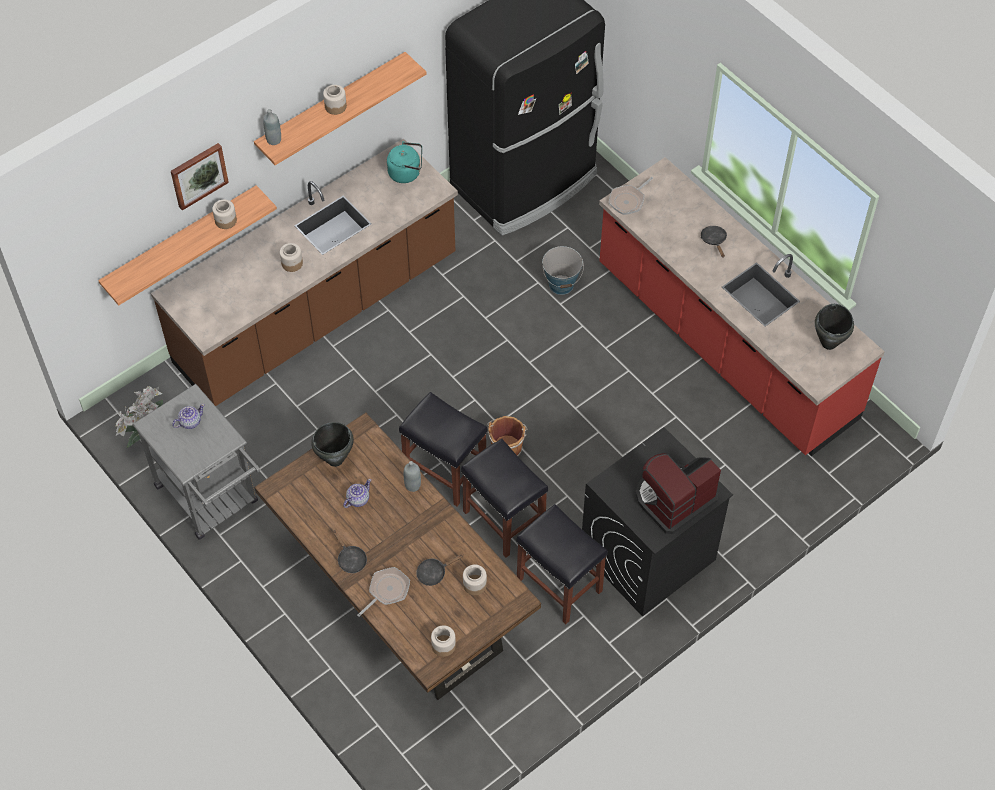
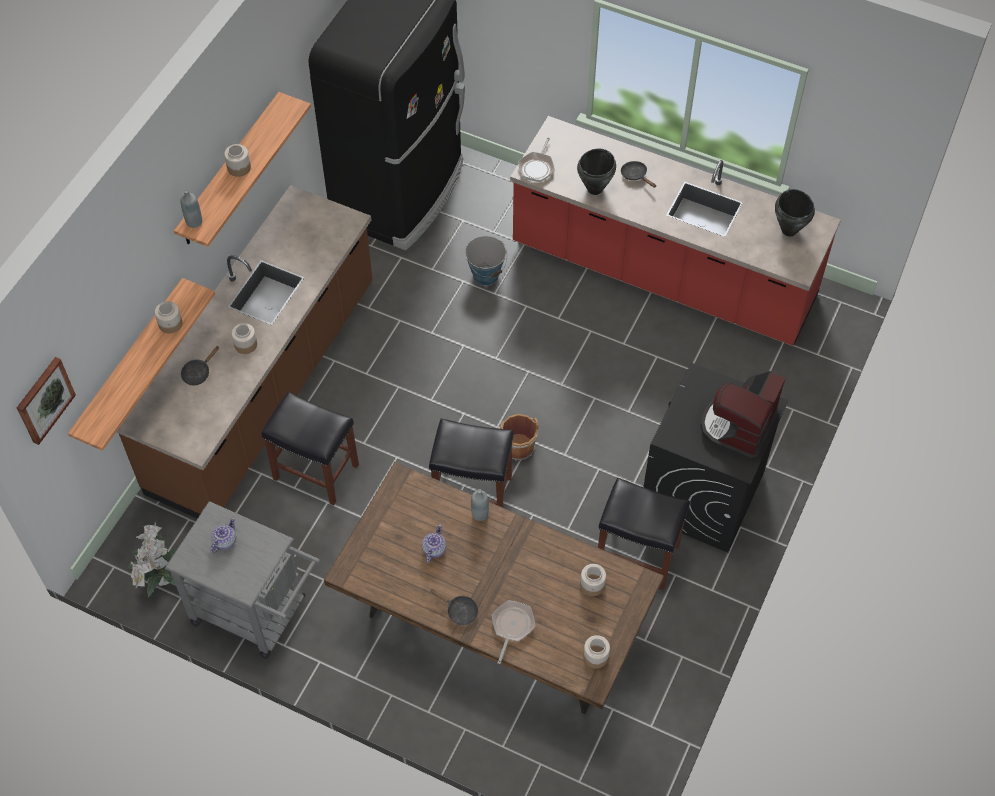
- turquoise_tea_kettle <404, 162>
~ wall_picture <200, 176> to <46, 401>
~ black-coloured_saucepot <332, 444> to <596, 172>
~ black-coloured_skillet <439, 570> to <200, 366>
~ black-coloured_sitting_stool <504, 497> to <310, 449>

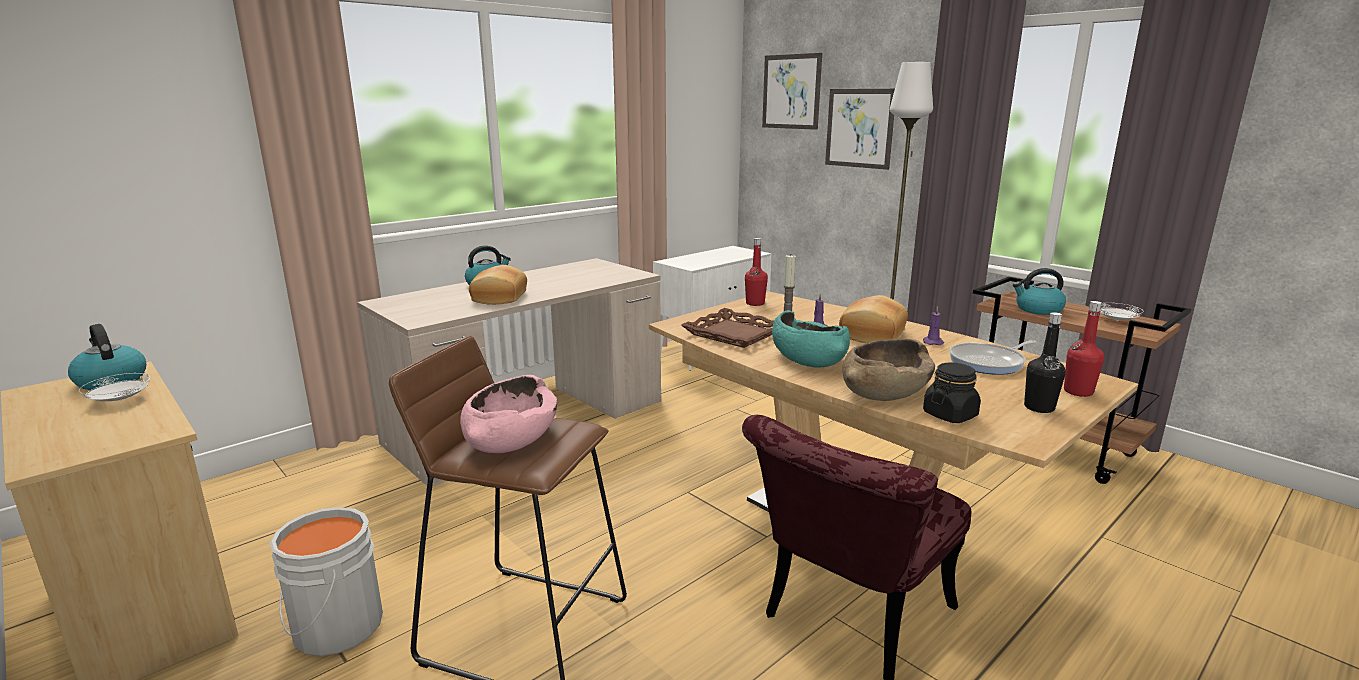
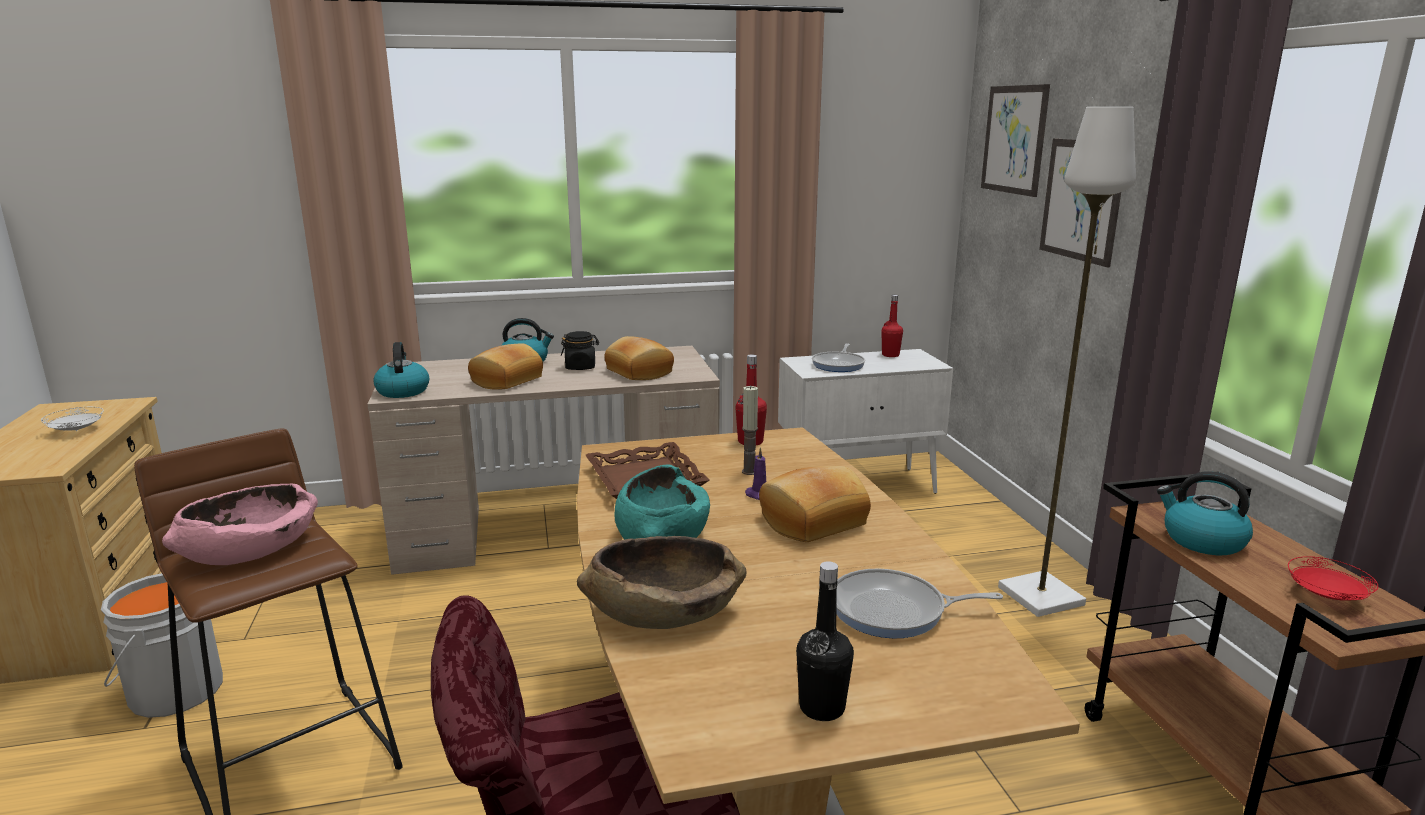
- purple_wax_candle <933, 325>
+ baked_bread <639, 358>
+ skillet <838, 357>
~ tea_kettle <107, 357> to <401, 370>
~ black-coloured_preserve_jar <952, 392> to <580, 350>
~ reddish_beverage_bottle <1084, 349> to <892, 326>
~ white_flat_dish <1122, 312> to reddish_flat_dish <1333, 578>

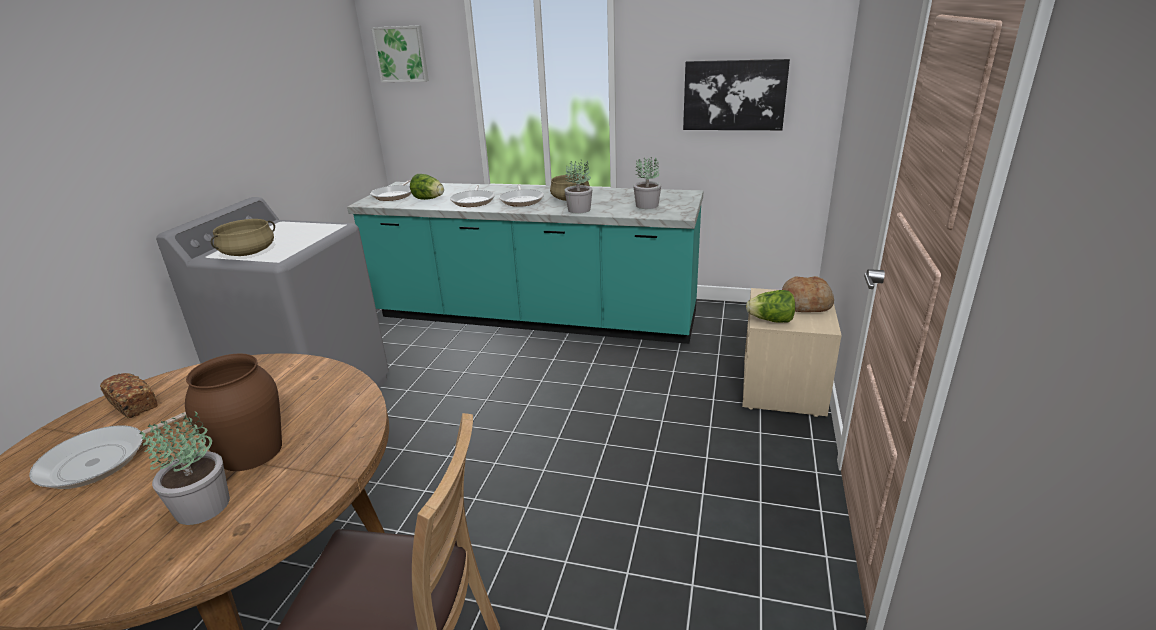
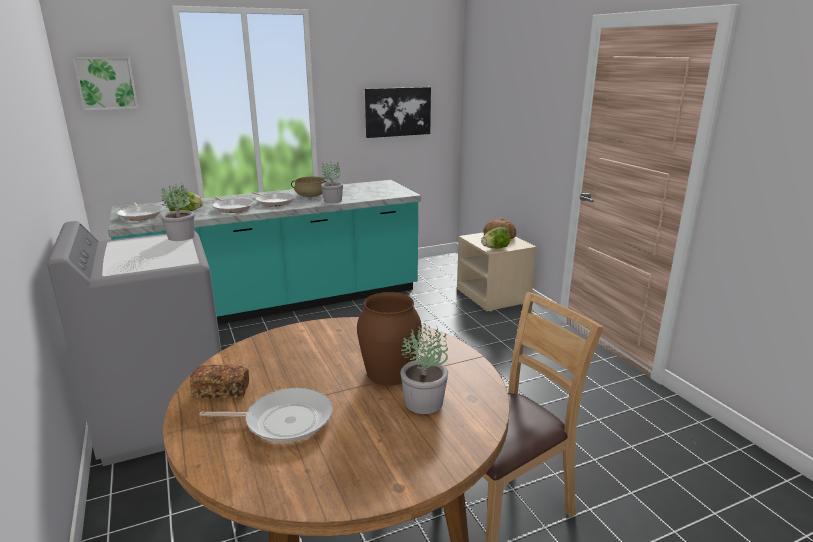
- sand-coloured_saucepot <243, 237>
~ plant_in_a_pot <647, 183> to <178, 212>
~ skillet <108, 450> = <266, 415> 90 degrees counterclockwise

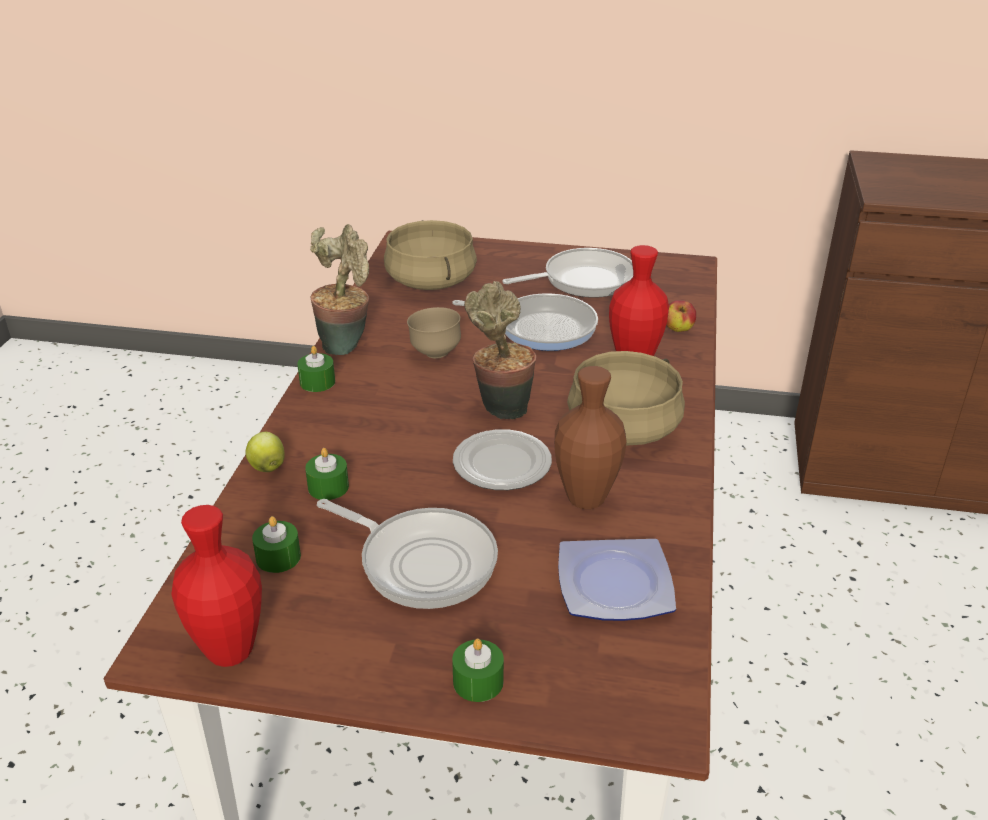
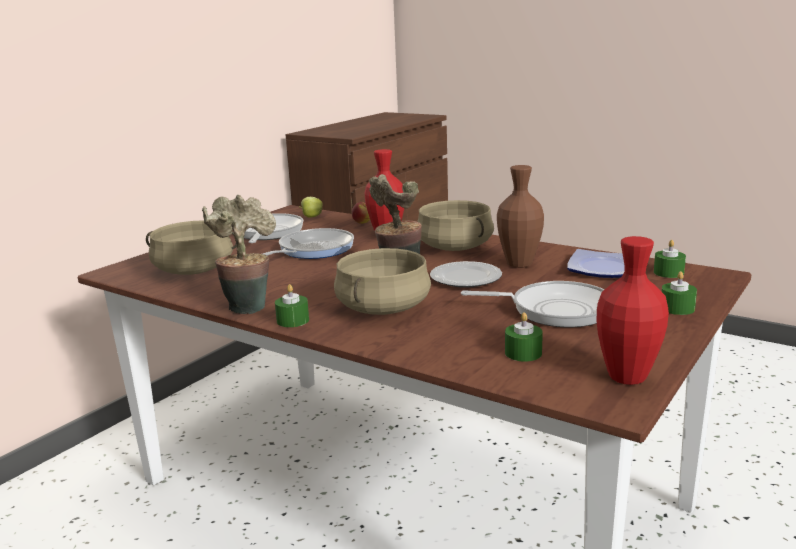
- brownish_bowl <434, 333>
+ sand-coloured_saucepot <382, 281>
~ apple <265, 452> to <311, 207>
~ green-coloured_wax_candle <327, 474> to <670, 259>
~ skillet <407, 554> = <533, 304> 45 degrees clockwise

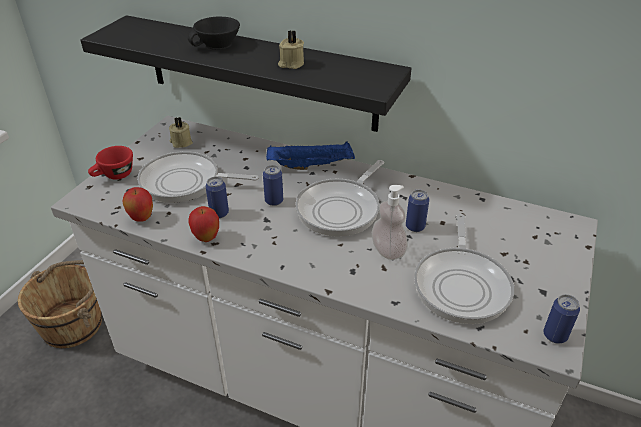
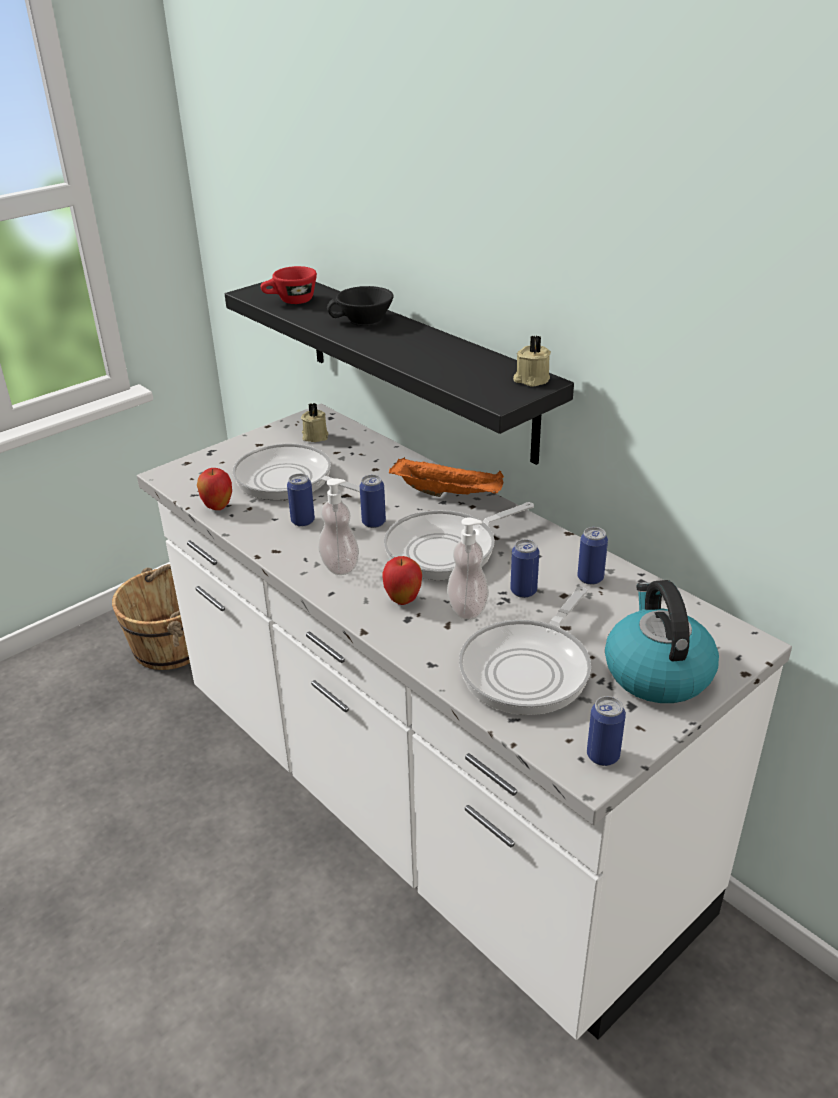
+ soap_dispenser <338, 526>
+ can <592, 556>
+ tea_kettle <662, 641>
~ reddish_cup <110, 162> to <288, 285>
~ apple <203, 224> to <402, 580>
~ sand-coloured_wax_candle <291, 49> to <532, 361>
~ bluish_carrying_tray <310, 155> to orange-coloured_carrying_tray <446, 477>

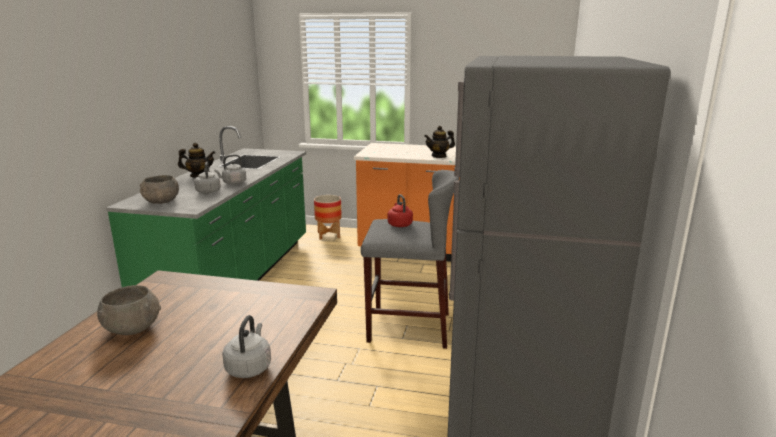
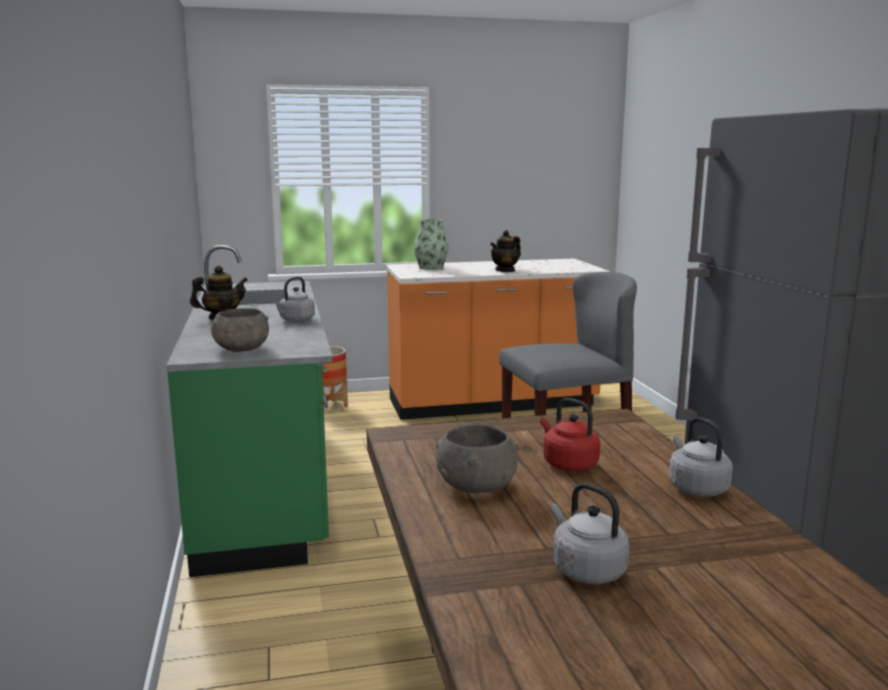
+ decorative_vase <431, 244>
~ grey_tea_kettle <207, 178> to <590, 533>
~ reddish_tea_kettle <400, 210> to <570, 434>

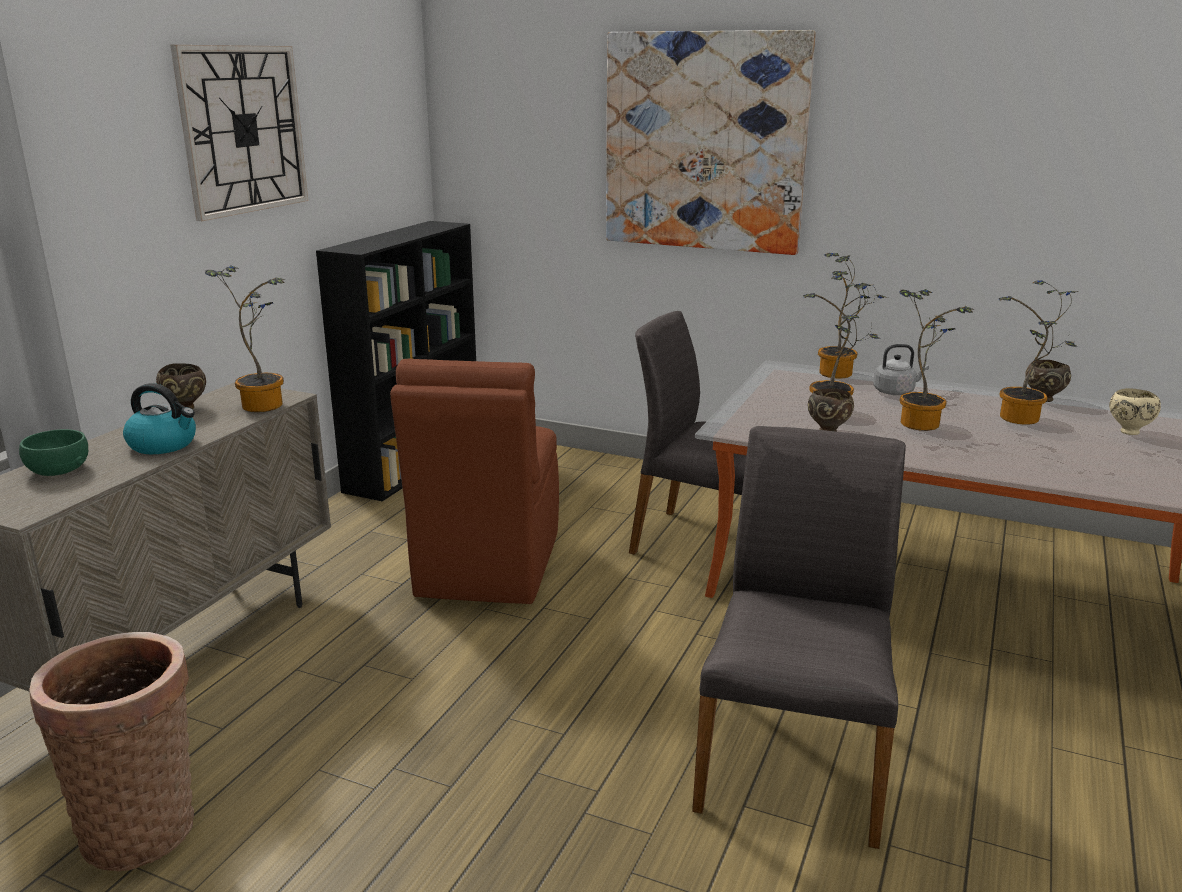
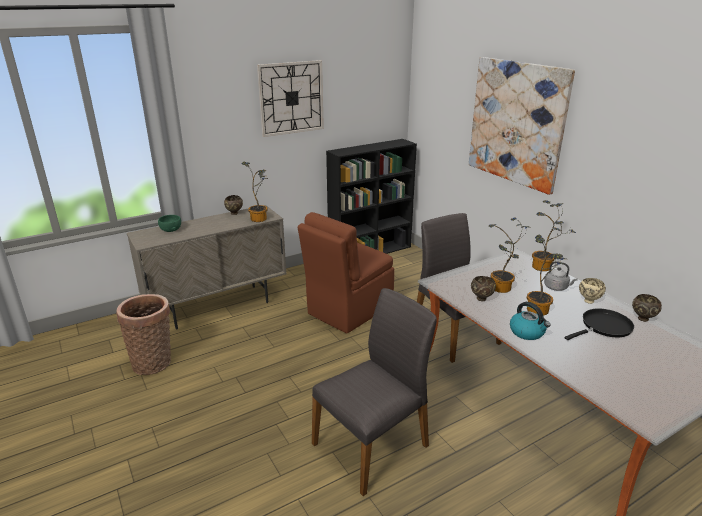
~ tea_kettle <159, 418> to <530, 321>
~ sand-coloured_bowl <1135, 411> to <592, 291>
~ plant_in_a_pot <1038, 352> to black-coloured_skillet <599, 324>

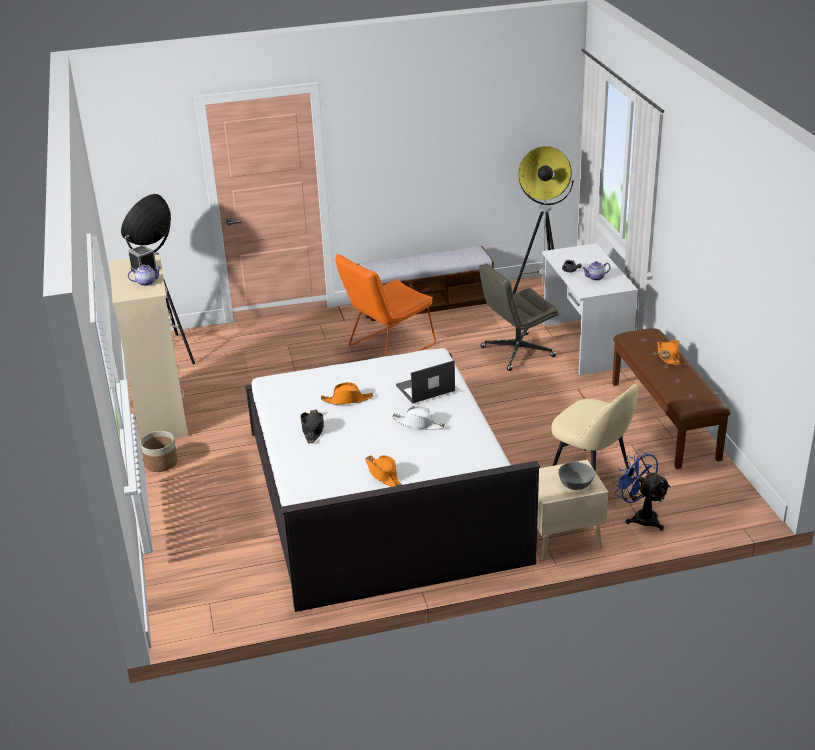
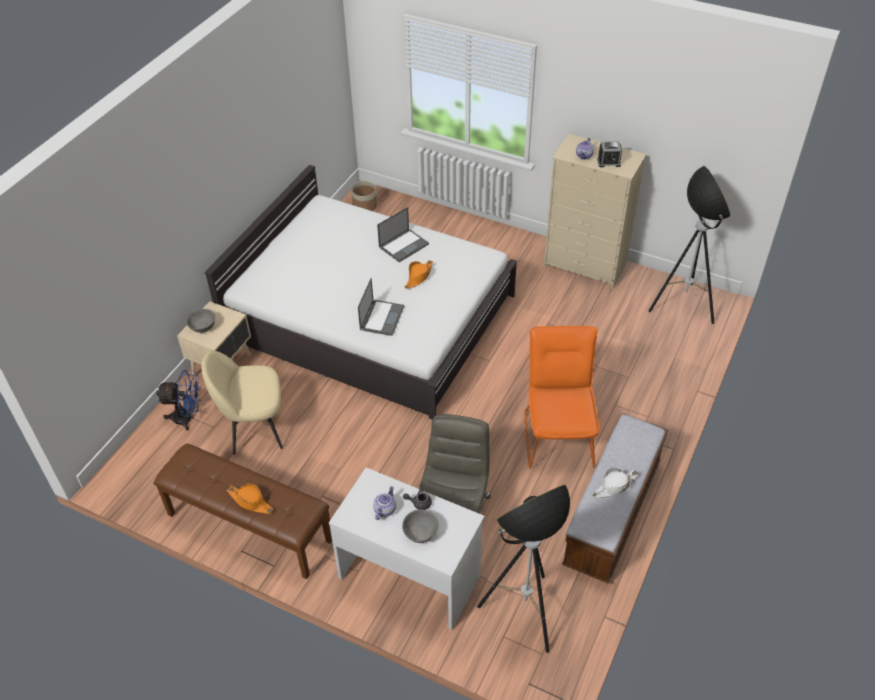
- orange-coloured_hat <383, 471>
+ grey_bowl <420, 526>
~ flower_pot <159, 451> to <364, 196>
~ white_hat <419, 418> to <615, 483>
~ black-coloured_hat <312, 426> to portable_computer <403, 234>

